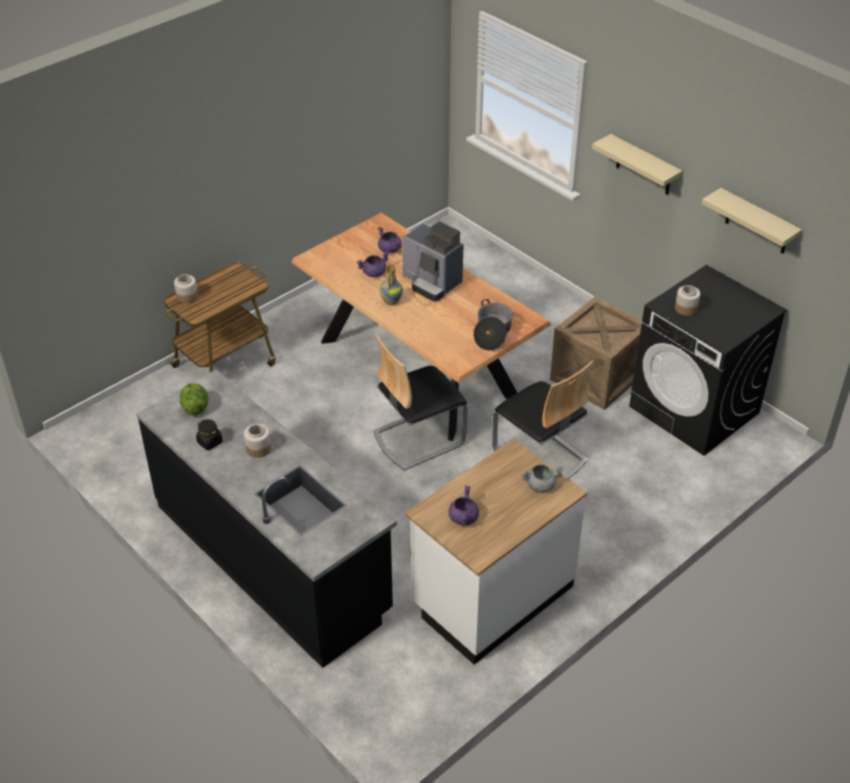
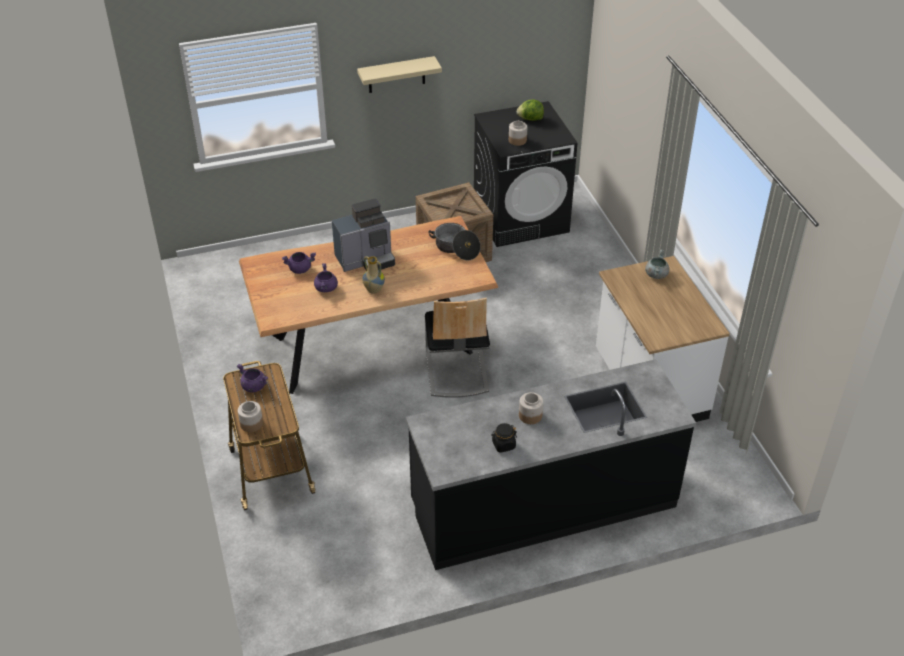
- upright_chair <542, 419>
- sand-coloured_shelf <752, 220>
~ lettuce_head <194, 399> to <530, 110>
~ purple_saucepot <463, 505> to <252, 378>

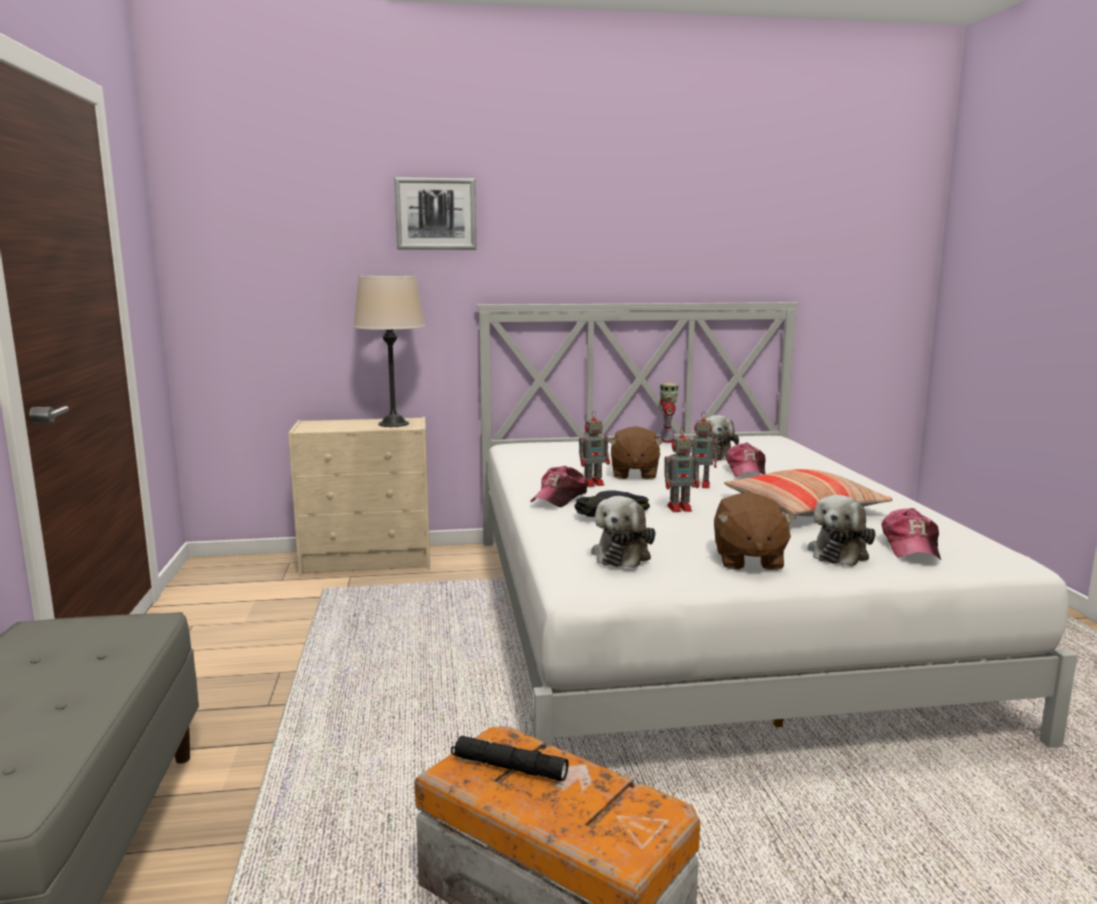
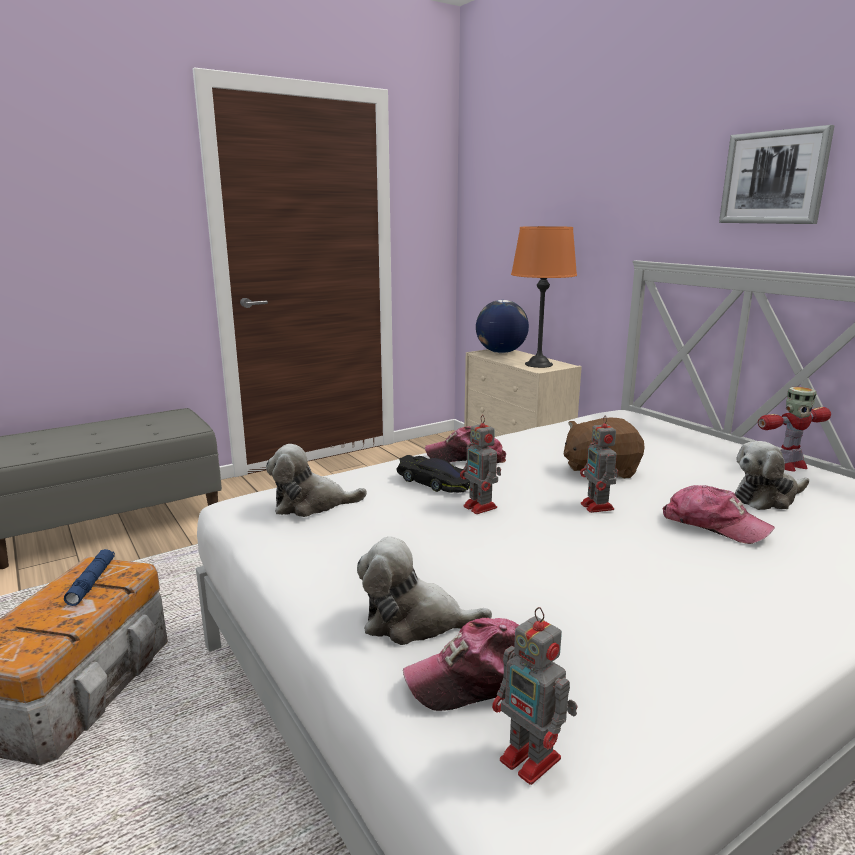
- brownish_soft_toy <755, 531>
- throw_pillow <808, 492>
+ world_globe <502, 326>
~ wall_picture <435, 213> to <777, 174>
~ model_robot <594, 449> to <535, 696>
~ sand-coloured_lamp_for_a_table <389, 351> to orange-coloured_lamp_for_a_table <544, 297>
~ black-coloured_hand_torch <509, 758> to bluish_hand_torch <89, 577>
~ peaked_cap <746, 459> = <719, 514> 120 degrees counterclockwise

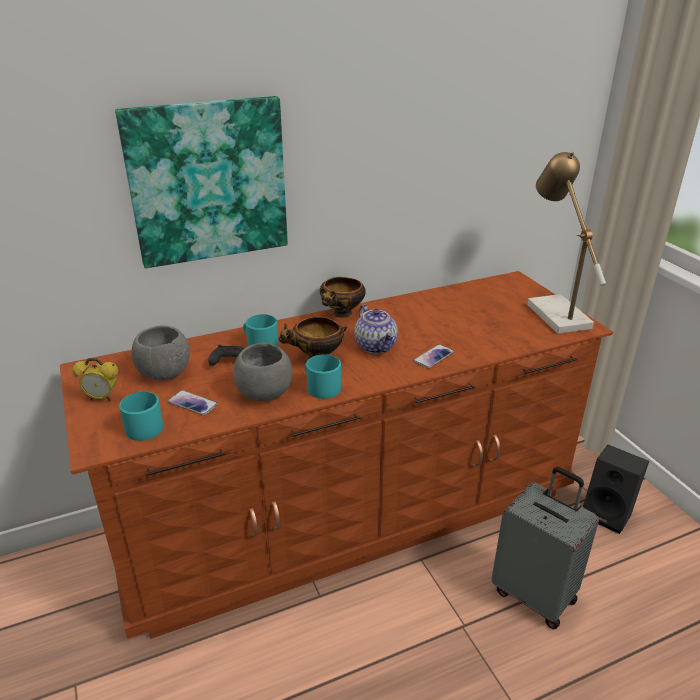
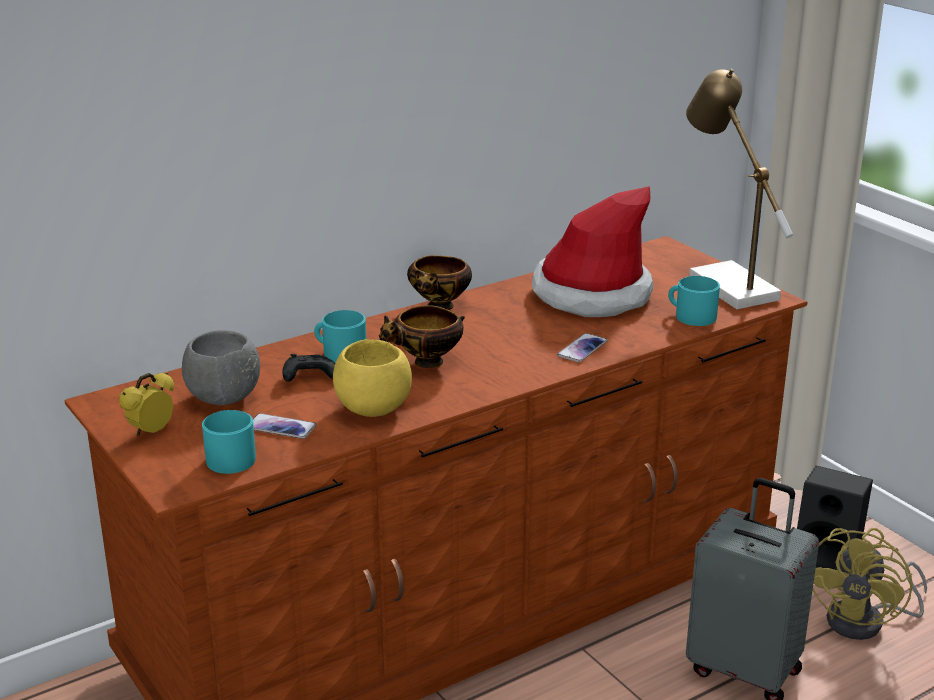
- wall_picture <201, 182>
- tea_pot <376, 329>
+ hat <593, 251>
+ yellow_electric_fan <869, 584>
~ turquoise_coffee_mug <323, 376> to <694, 301>
~ grey_bowl <263, 372> to yellow_bowl <372, 378>
~ bedside_clock <95, 379> = <146, 404> 135 degrees clockwise

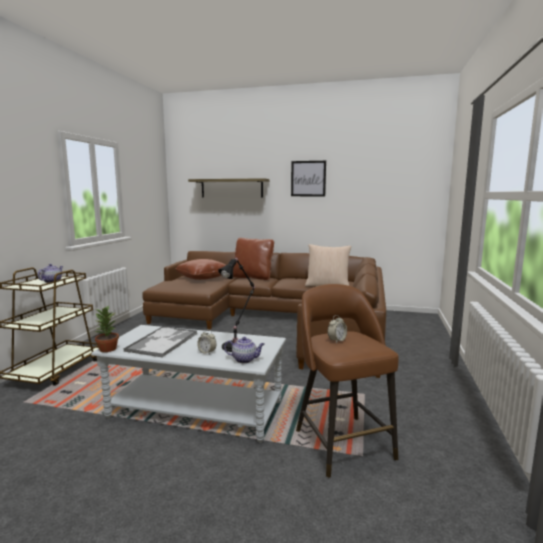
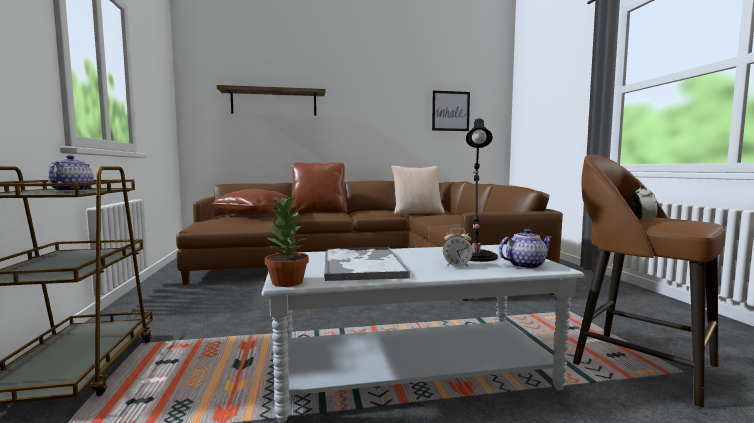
~ wall_picture <308, 178> to <451, 111>

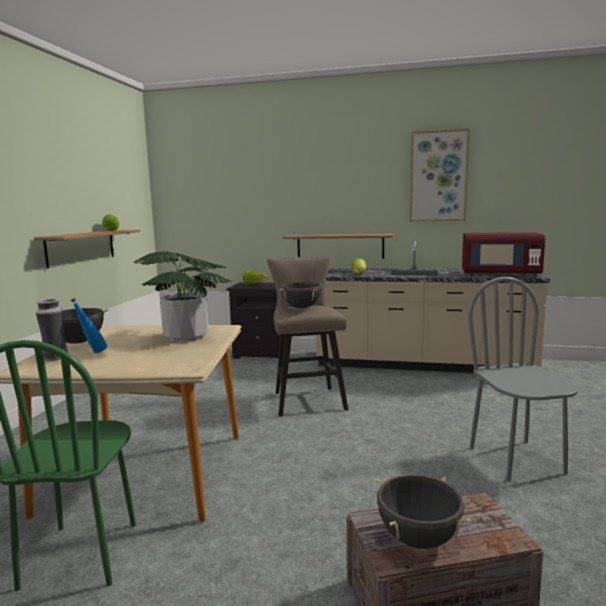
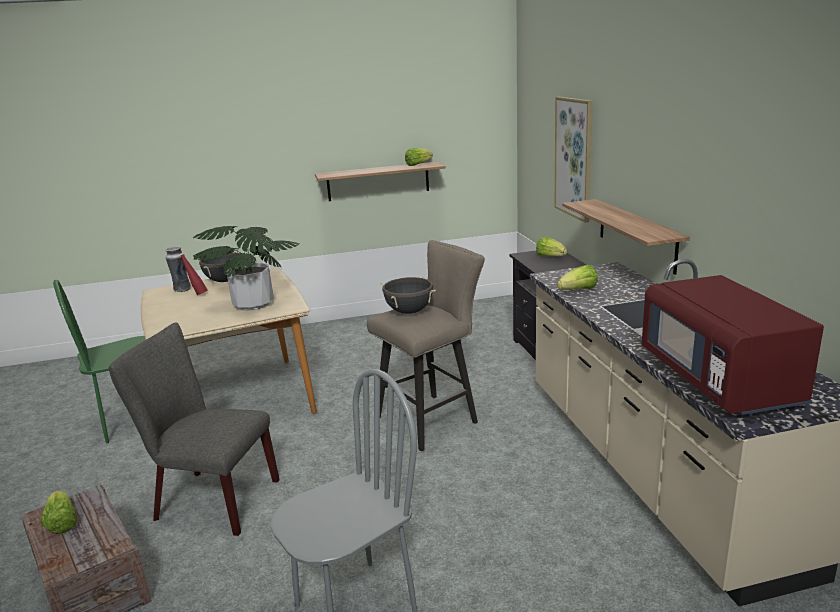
+ grey_upright_chair <194, 429>
~ wall_picture <440, 175> to <574, 160>
~ black-coloured_saucepot <423, 511> to lettuce_head <59, 512>
~ bluish_beverage_bottle <89, 325> to reddish_beverage_bottle <193, 273>

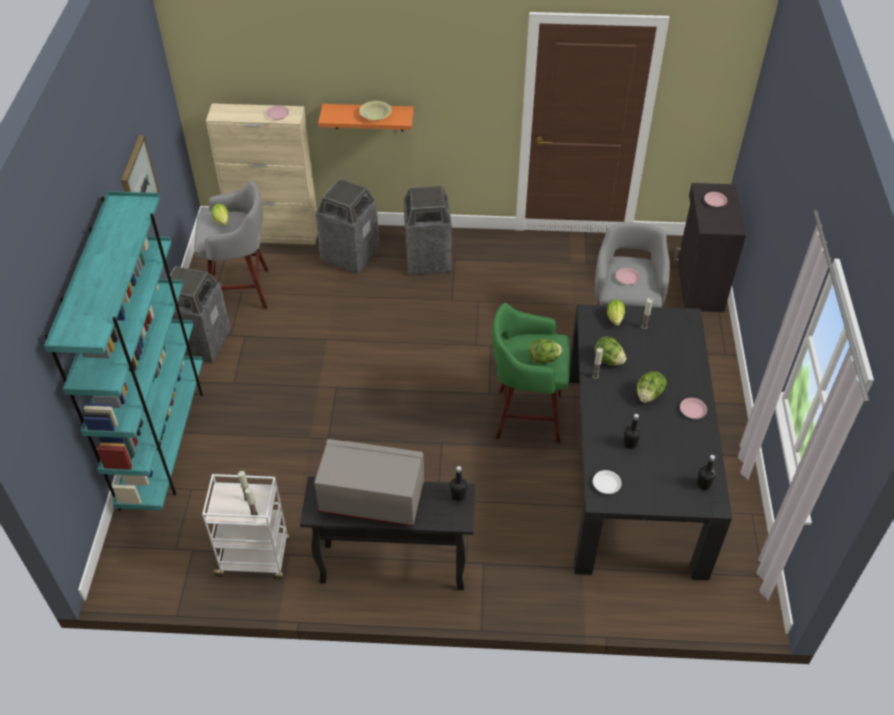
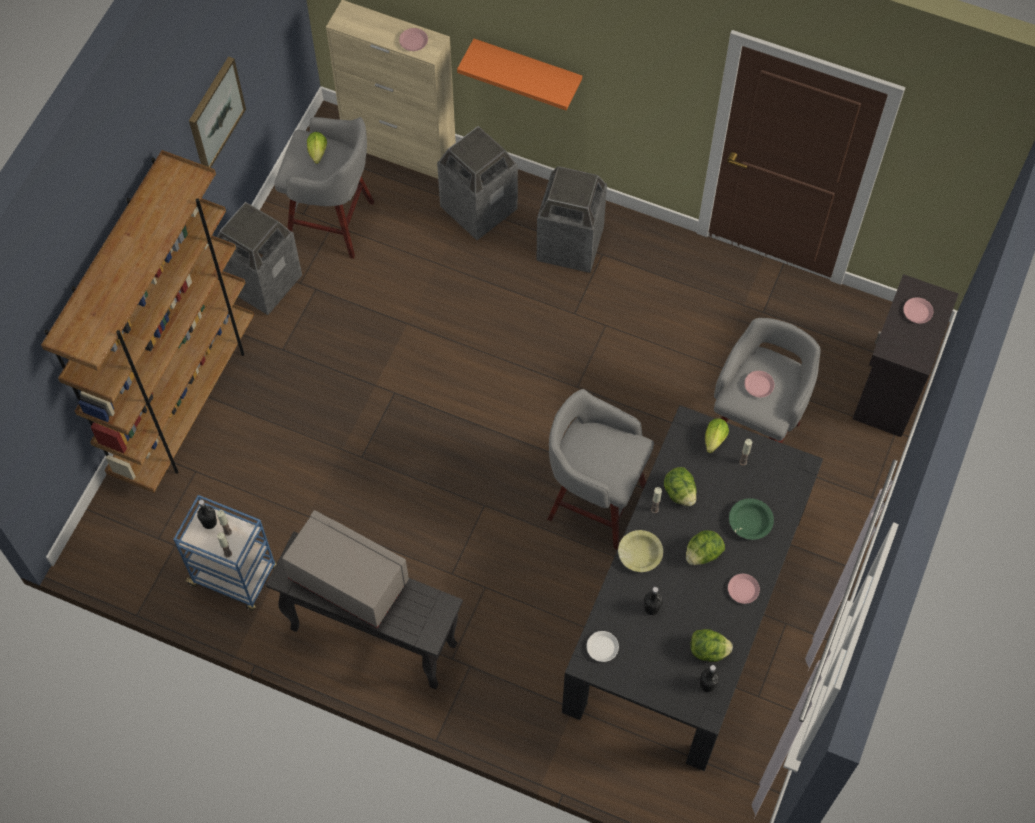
+ green-coloured_bowl <751, 519>
~ yellow_bowl <375, 111> to <640, 551>
~ black-coloured_beverage_bottle <458, 483> to <207, 514>
~ lettuce_head <545, 351> to <711, 645>
~ turquoise_bookshelf <123, 351> to brownish_bookshelf <147, 321>
~ white_cart <246, 527> to bluish_cart <225, 553>
~ green-coloured_sitting_stool <531, 372> to grey_sitting_stool <600, 469>

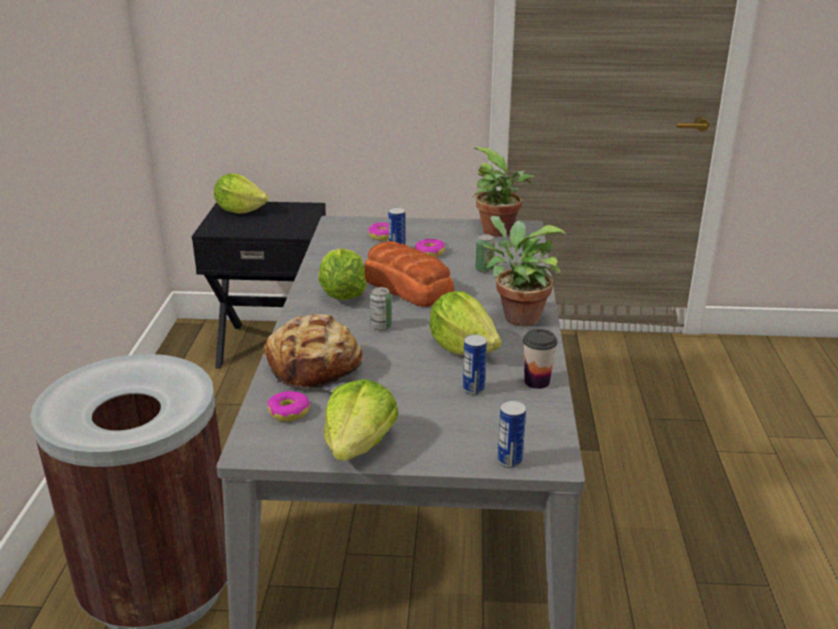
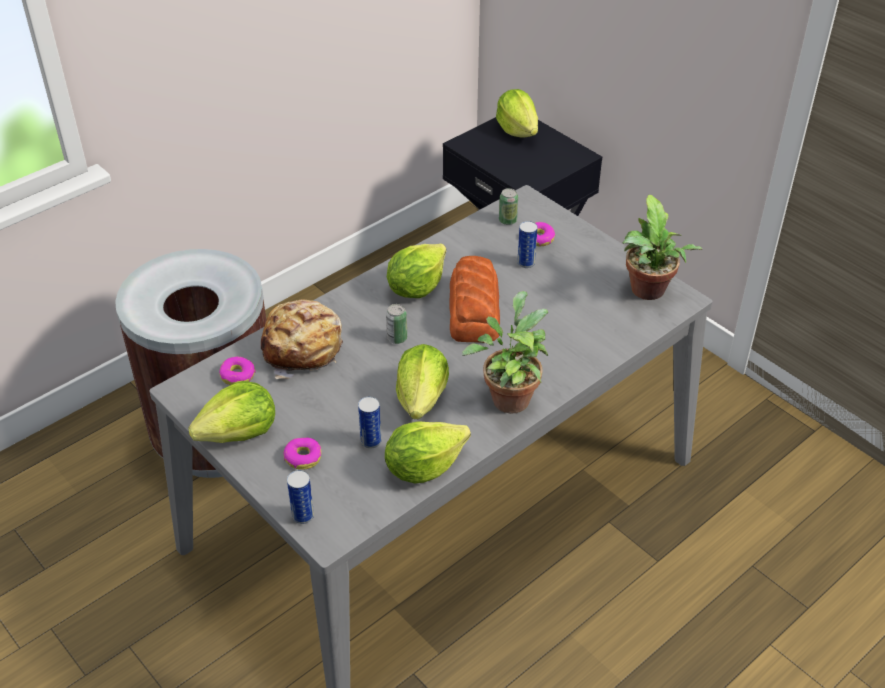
~ donut <430, 248> to <302, 453>
~ can <485, 253> to <508, 206>
~ cup <540, 359> to lettuce_head <428, 452>

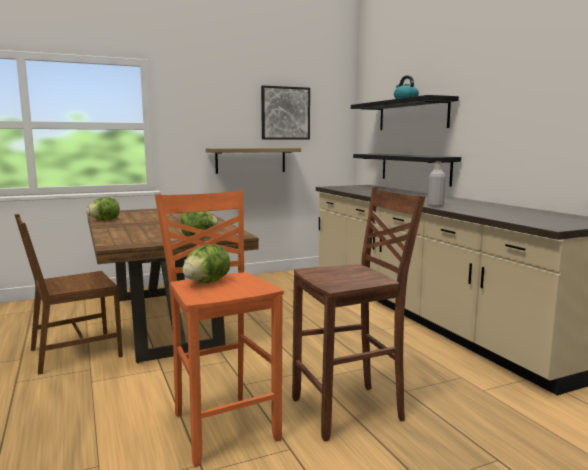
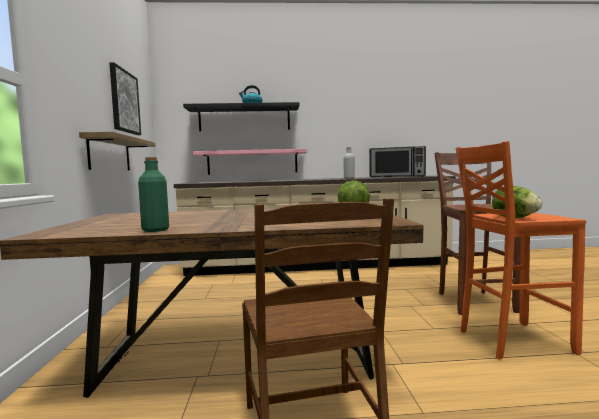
+ microwave_oven <397, 162>
~ lettuce_head <103, 208> to green-coloured_beverage_bottle <153, 194>
~ black-coloured_shelf <407, 170> to pink_shelf <250, 162>

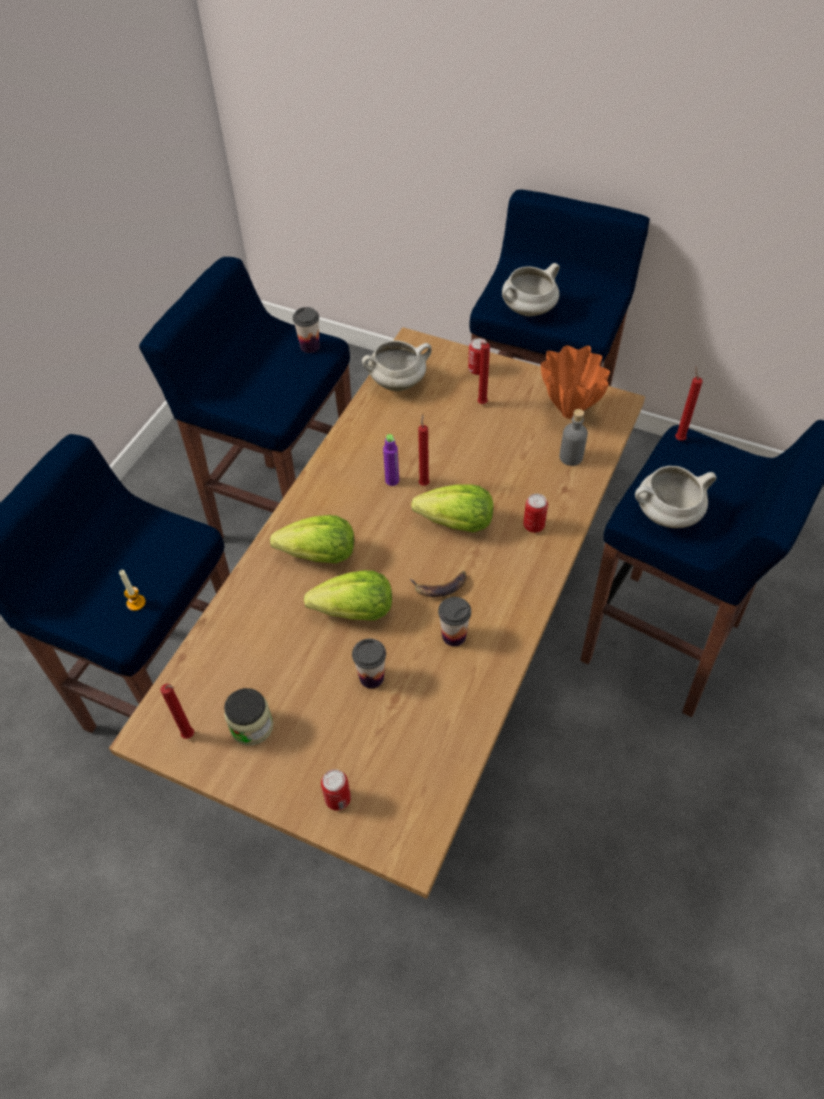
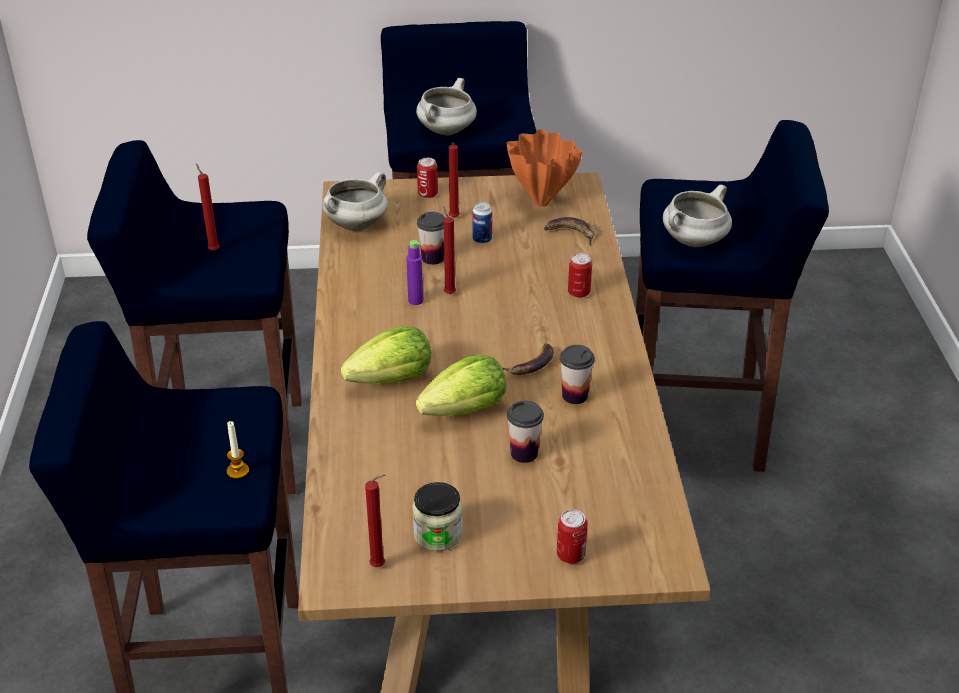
- lettuce_head <452, 508>
+ can <482, 223>
~ cup <306, 330> to <431, 238>
~ reddish_wax_candle <689, 404> to <208, 207>
~ grey_beverage_bottle <573, 437> to banana <569, 231>

